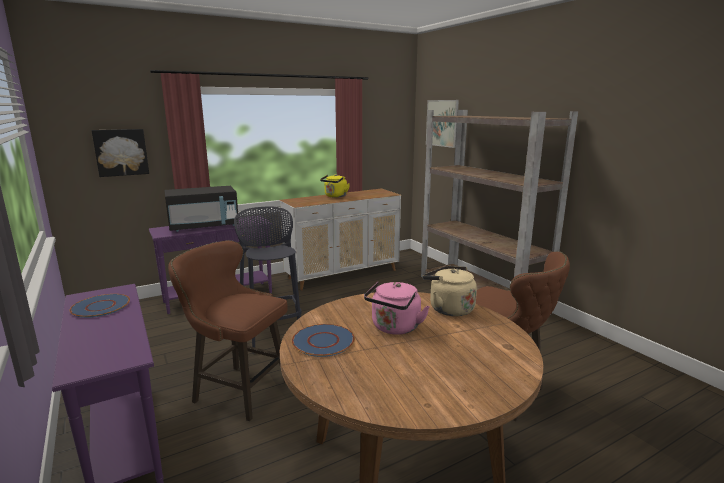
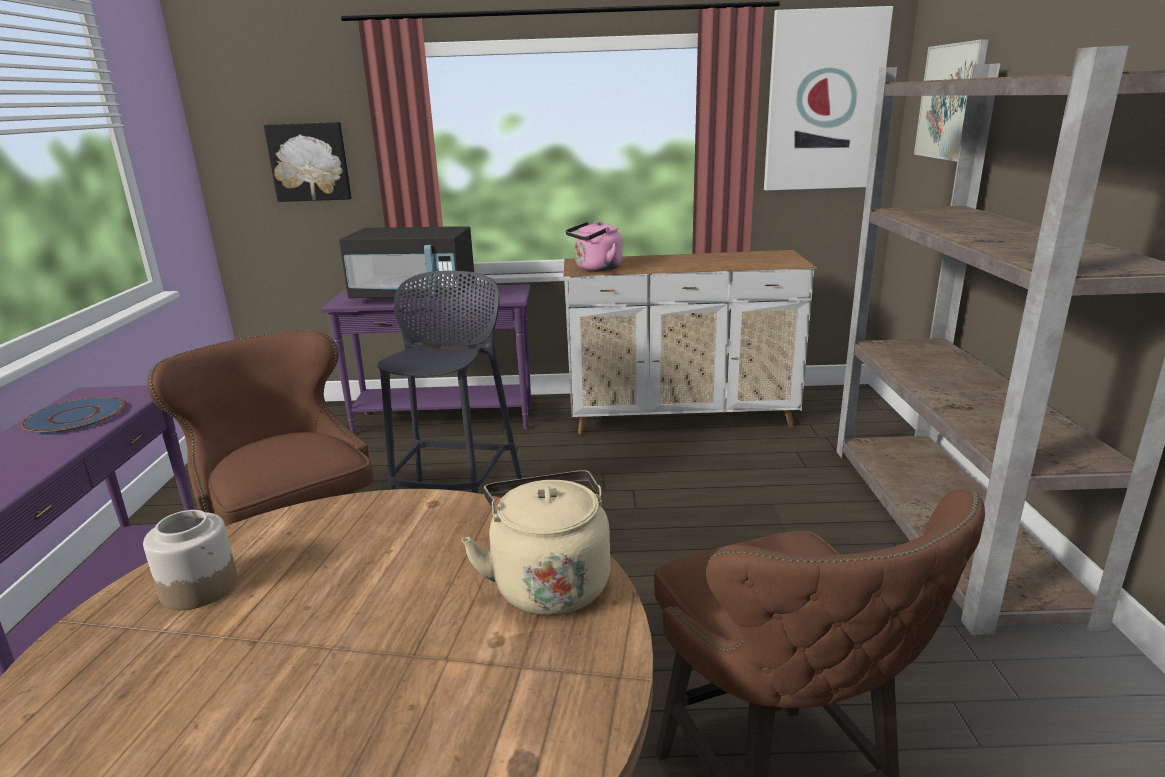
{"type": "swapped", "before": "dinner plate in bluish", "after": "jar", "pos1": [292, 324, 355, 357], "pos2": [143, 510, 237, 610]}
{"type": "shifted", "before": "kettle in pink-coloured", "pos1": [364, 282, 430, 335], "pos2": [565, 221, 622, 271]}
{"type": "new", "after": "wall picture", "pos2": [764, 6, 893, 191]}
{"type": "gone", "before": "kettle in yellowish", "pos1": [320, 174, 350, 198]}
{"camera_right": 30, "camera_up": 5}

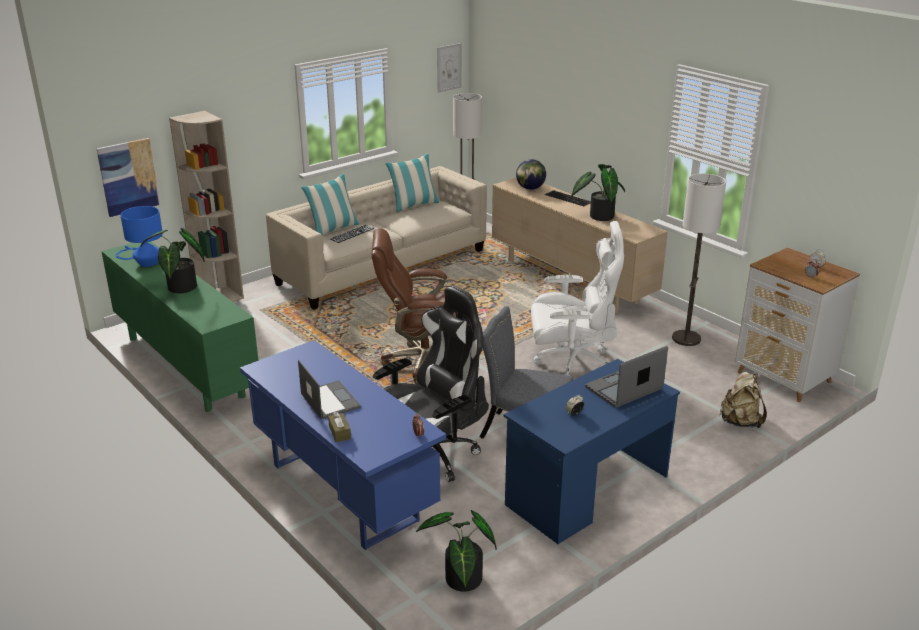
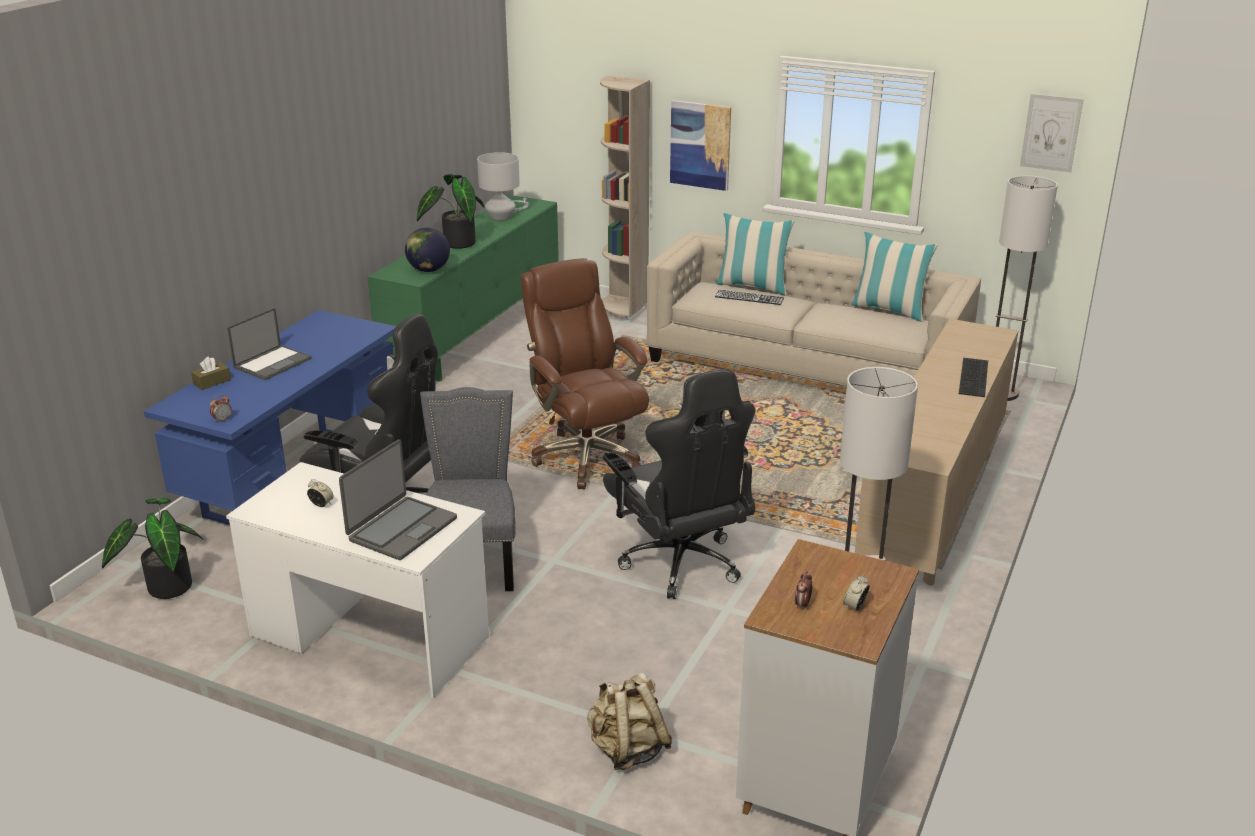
{"type": "repainted", "before": "desk unit in bluish", "after": "desk unit in whitish", "pos1": [503, 359, 680, 544], "pos2": [226, 462, 489, 698]}
{"type": "rotated", "before": "laptop", "pos1": [585, 346, 668, 408], "pos2": [339, 439, 457, 560], "turn": 90}
{"type": "shifted", "before": "globe", "pos1": [516, 159, 546, 190], "pos2": [405, 227, 450, 272]}
{"type": "repainted", "before": "tabletop lamp in bluish", "after": "tabletop lamp in greyish", "pos1": [115, 206, 163, 267], "pos2": [477, 152, 529, 221]}
{"type": "repainted", "before": "desk chair in whitish", "after": "desk chair in blackish", "pos1": [531, 221, 624, 376], "pos2": [603, 369, 756, 599]}
{"type": "shifted", "before": "wall picture", "pos1": [97, 138, 160, 217], "pos2": [670, 100, 731, 191]}
{"type": "gone", "before": "potted plant", "pos1": [571, 164, 625, 221]}
{"camera_right": 65, "camera_up": 0}

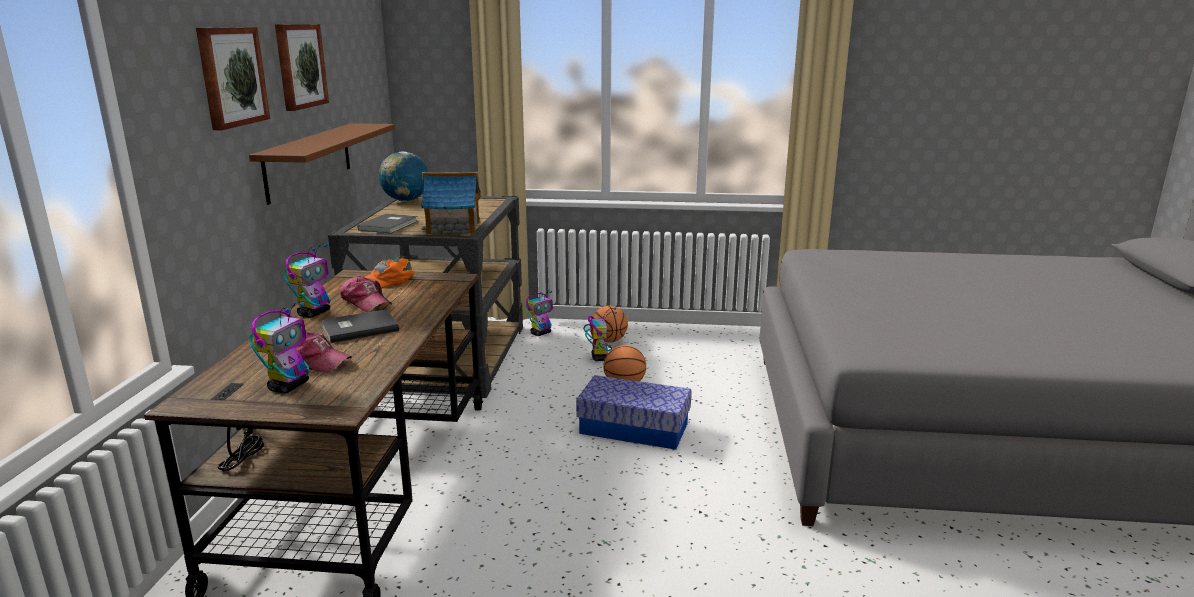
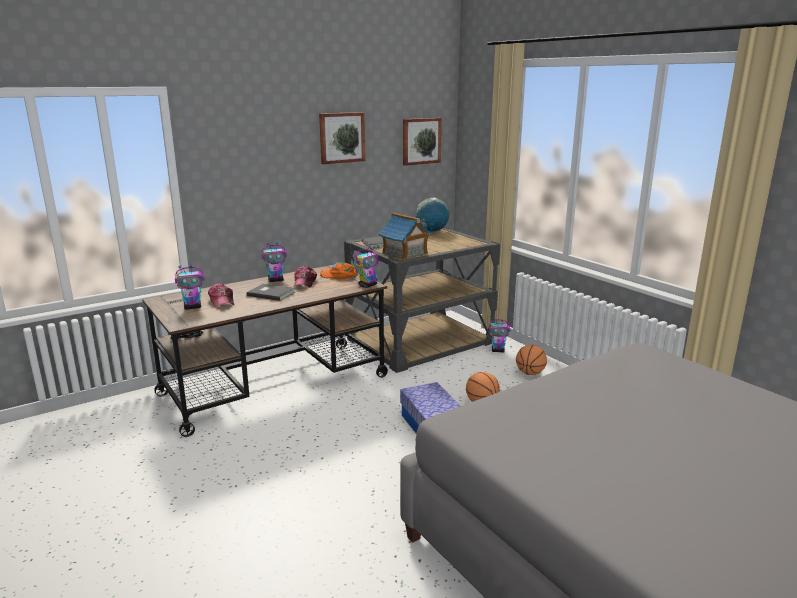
{"type": "shifted", "before": "toy robot", "pos1": [583, 308, 617, 361], "pos2": [354, 245, 379, 288]}
{"type": "shifted", "before": "wall picture", "pos1": [196, 27, 270, 130], "pos2": [403, 118, 442, 166]}
{"type": "gone", "before": "bracket shelf in brownish", "pos1": [249, 123, 395, 205]}
{"camera_right": 50, "camera_up": 0}

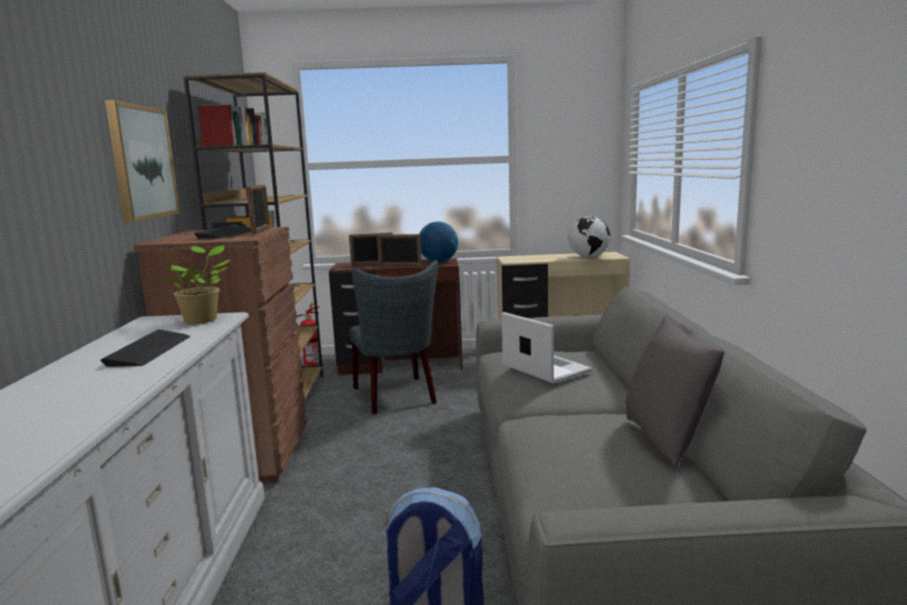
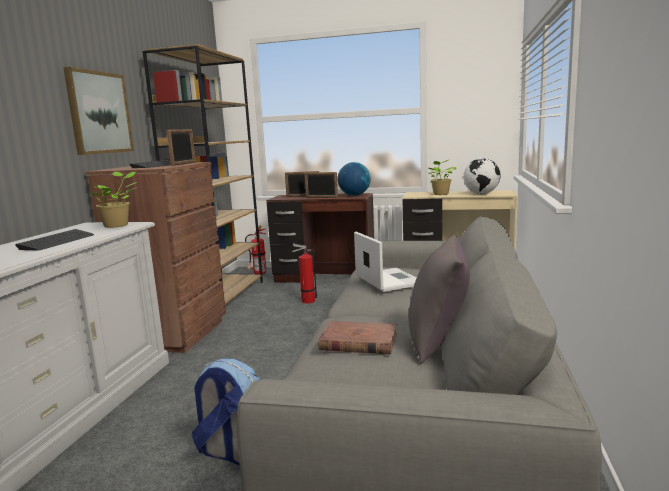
{"type": "swapped", "before": "plain chair in greyish", "after": "fire-fighting cylinder", "pos1": [349, 260, 438, 414], "pos2": [292, 243, 317, 304]}
{"type": "new", "after": "volume in brownish", "pos2": [318, 321, 397, 355]}
{"type": "new", "after": "potted plant", "pos2": [428, 160, 457, 195]}
{"camera_right": 15, "camera_up": 0}

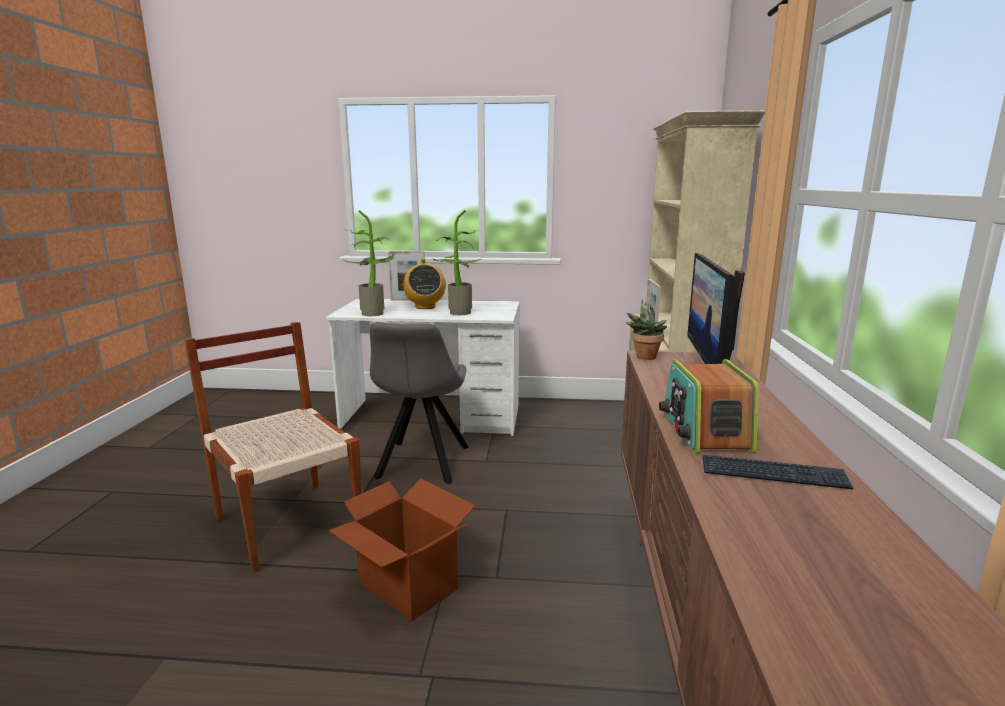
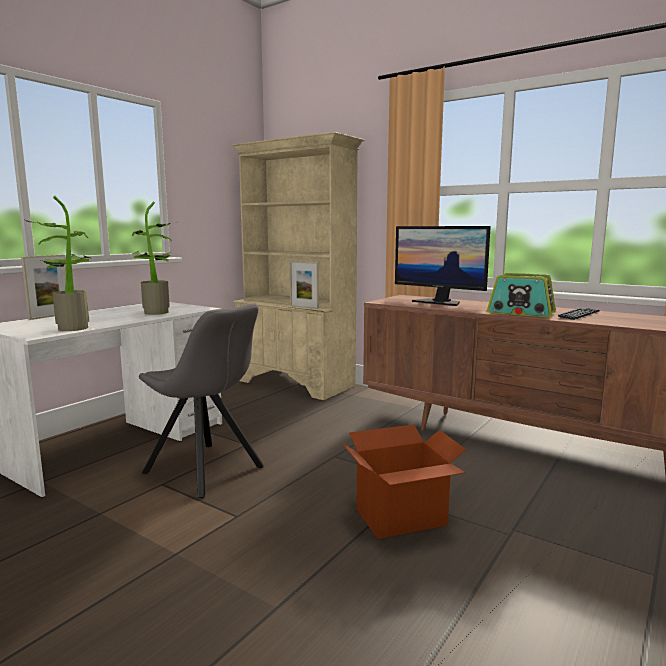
{"type": "gone", "before": "plain chair", "pos1": [184, 322, 361, 572]}
{"type": "gone", "before": "radio receiver", "pos1": [403, 258, 446, 309]}
{"type": "gone", "before": "potted plant", "pos1": [625, 295, 667, 360]}
{"camera_right": -60, "camera_up": -5}

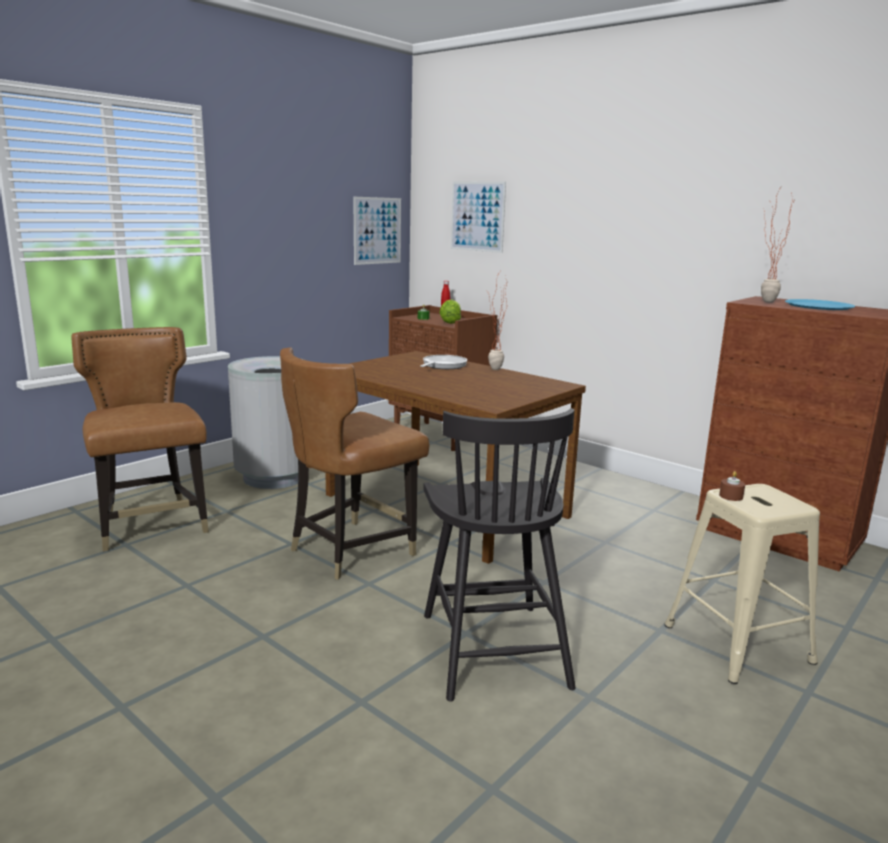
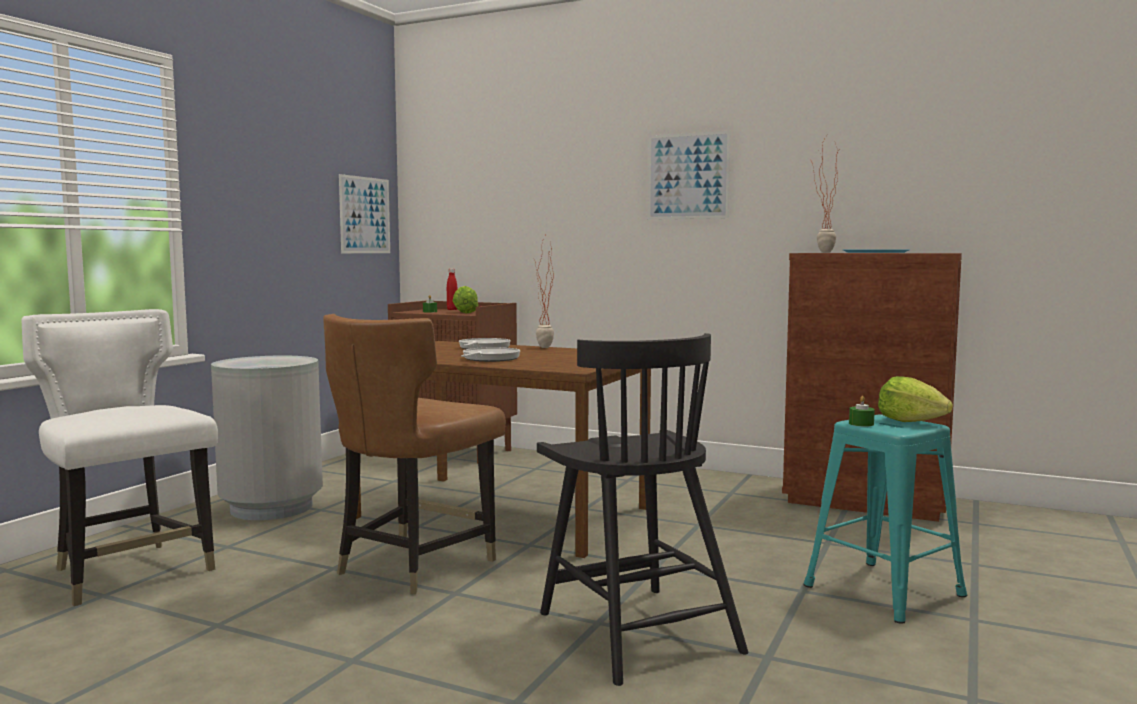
{"type": "repainted", "before": "plain chair in brownish", "after": "plain chair in whitish", "pos1": [71, 327, 209, 552], "pos2": [21, 309, 218, 606]}
{"type": "new", "after": "skillet", "pos2": [461, 347, 520, 362]}
{"type": "shifted", "before": "wall picture", "pos1": [451, 182, 506, 253], "pos2": [648, 131, 731, 220]}
{"type": "repainted", "before": "sitting stool in beige-coloured", "after": "sitting stool in turquoise", "pos1": [664, 484, 820, 684], "pos2": [803, 415, 967, 624]}
{"type": "repainted", "before": "wax candle in brownish", "after": "wax candle in green", "pos1": [719, 471, 745, 501], "pos2": [849, 396, 875, 427]}
{"type": "new", "after": "lettuce", "pos2": [878, 376, 953, 422]}
{"camera_right": -15, "camera_up": -10}

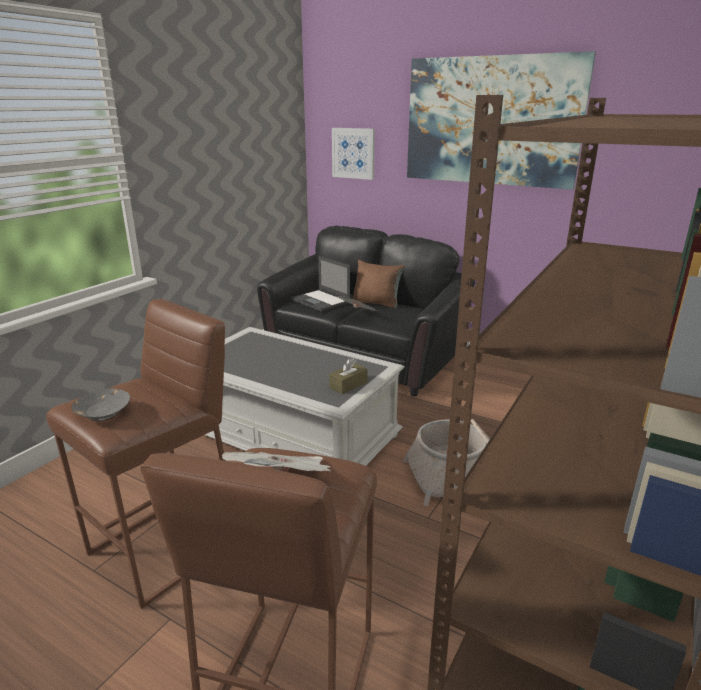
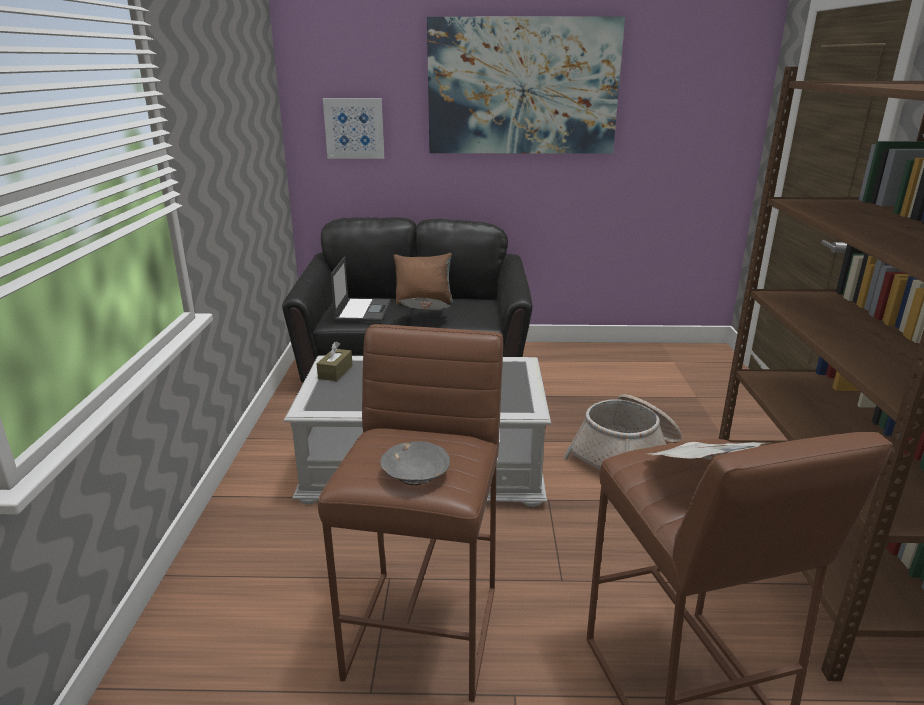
{"type": "shifted", "before": "tissue holder in brownish", "pos1": [329, 358, 368, 394], "pos2": [317, 342, 353, 381]}
{"type": "rotated", "before": "laptop", "pos1": [291, 255, 350, 311], "pos2": [331, 257, 391, 322], "turn": -105}
{"camera_right": -30, "camera_up": 0}

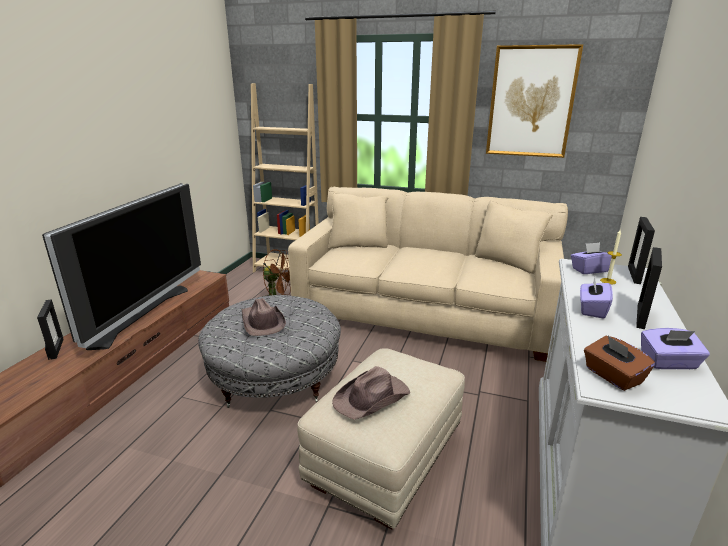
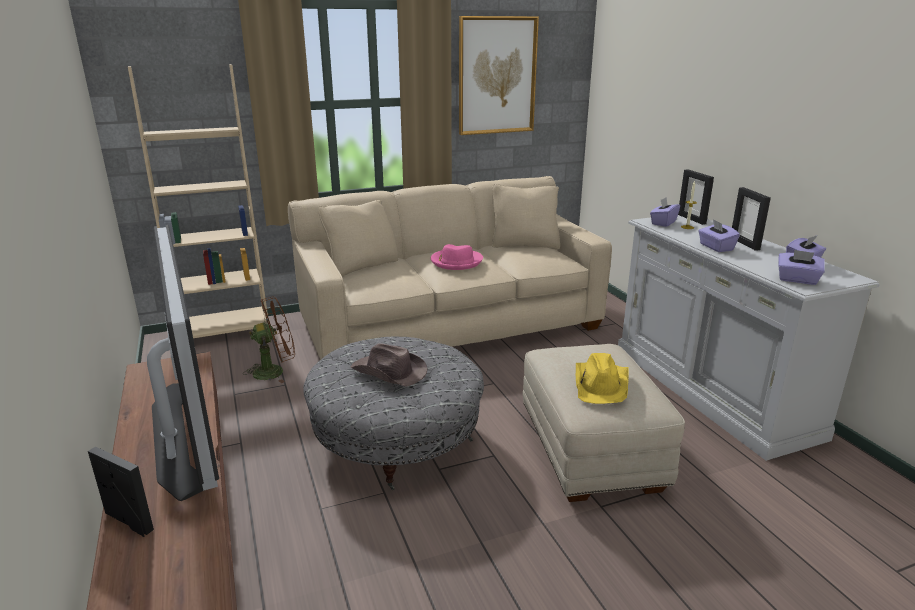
{"type": "new", "after": "hat in pink-coloured", "pos2": [431, 244, 483, 270]}
{"type": "repainted", "before": "hat in brownish", "after": "hat in yellowish", "pos1": [332, 366, 410, 420], "pos2": [575, 353, 629, 404]}
{"type": "repainted", "before": "tissue holder in brownish", "after": "tissue holder in purple-coloured", "pos1": [584, 336, 655, 391], "pos2": [778, 250, 825, 285]}
{"camera_right": -40, "camera_up": 0}

